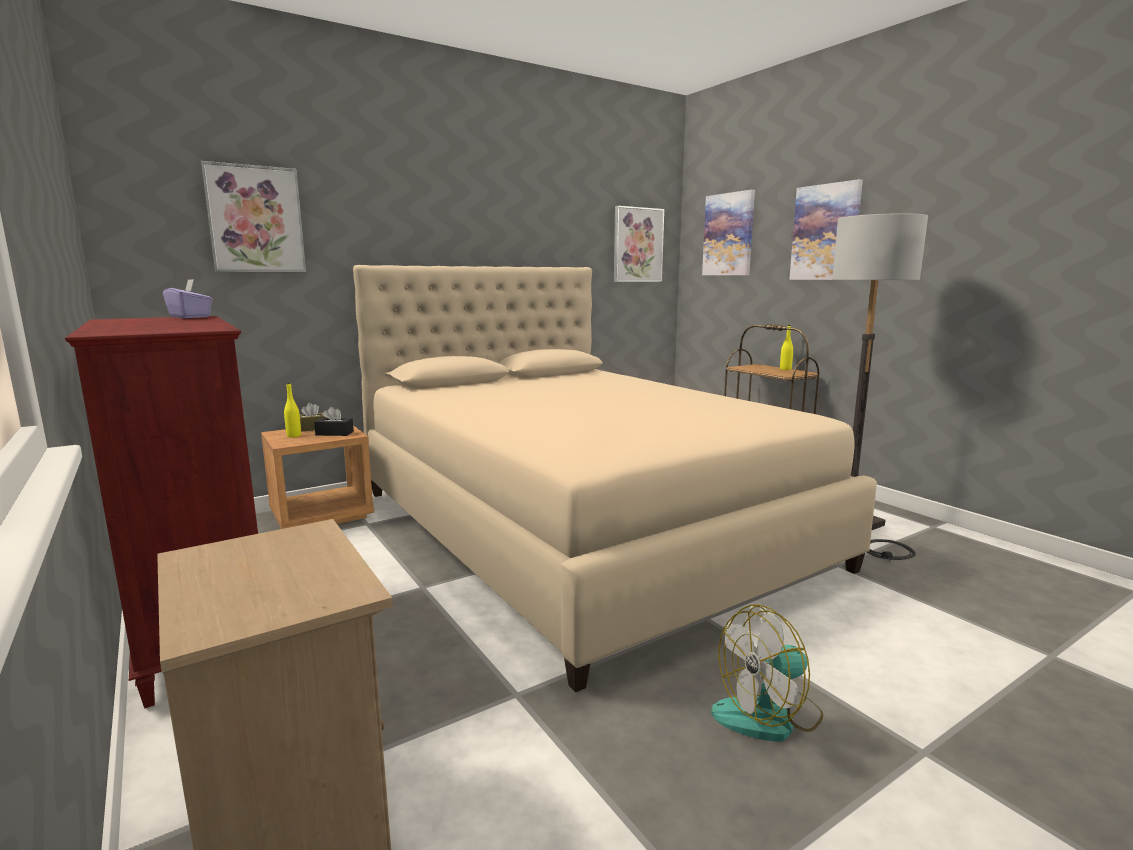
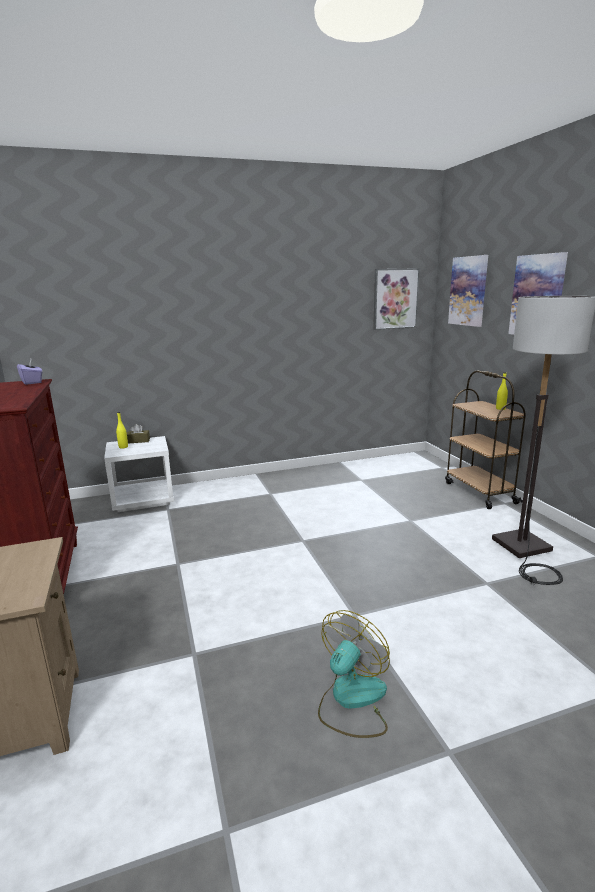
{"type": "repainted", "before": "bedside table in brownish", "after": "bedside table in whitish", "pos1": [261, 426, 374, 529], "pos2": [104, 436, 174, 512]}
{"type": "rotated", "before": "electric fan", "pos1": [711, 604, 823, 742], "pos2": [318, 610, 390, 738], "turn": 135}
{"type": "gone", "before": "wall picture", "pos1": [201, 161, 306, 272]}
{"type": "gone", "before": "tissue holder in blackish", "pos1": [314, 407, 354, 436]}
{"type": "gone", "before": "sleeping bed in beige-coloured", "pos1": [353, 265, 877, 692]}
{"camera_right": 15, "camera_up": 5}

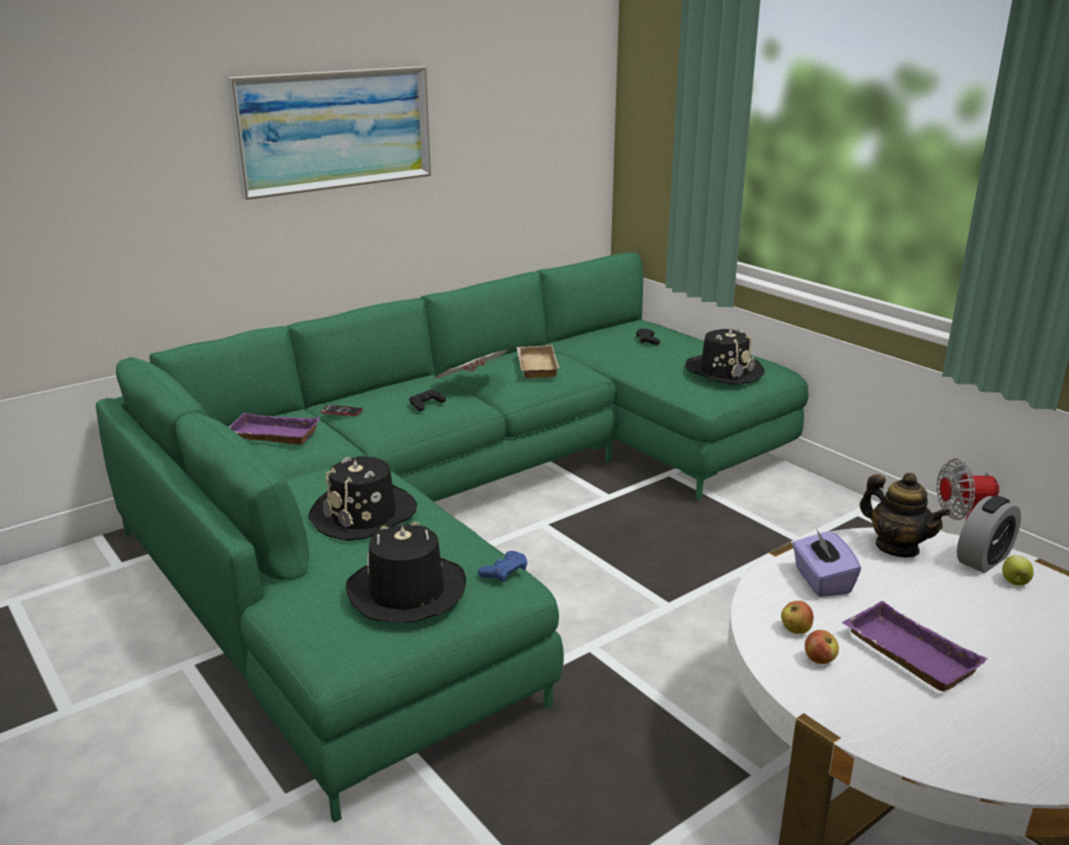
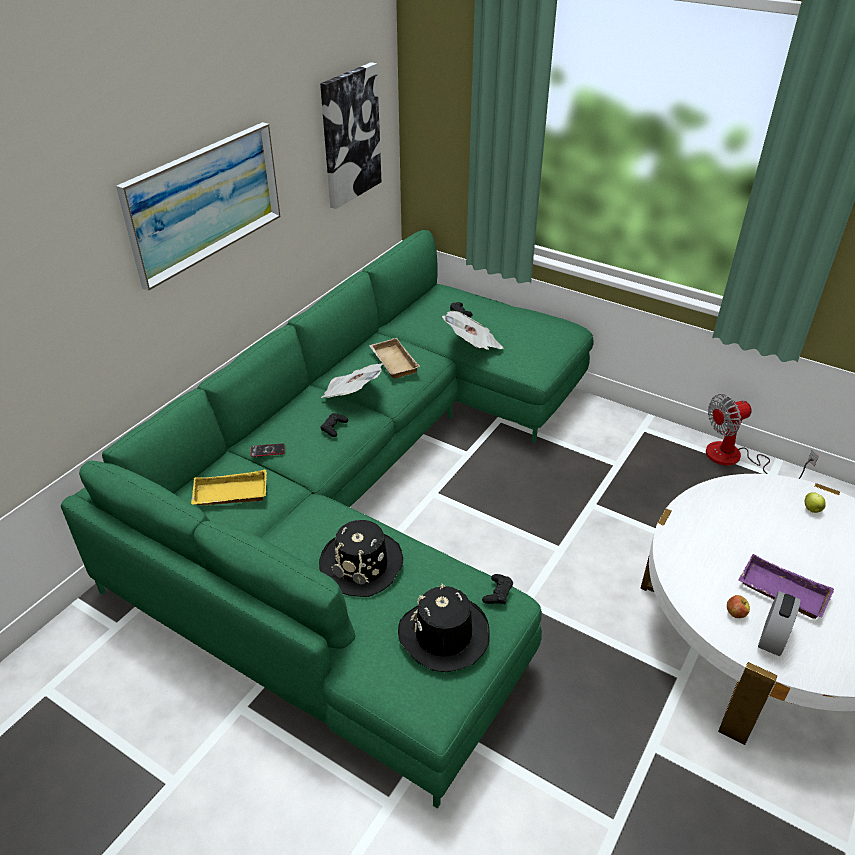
{"type": "repainted", "before": "serving tray in purple-coloured", "after": "serving tray in yellowish", "pos1": [229, 413, 321, 445], "pos2": [191, 470, 267, 506]}
{"type": "new", "after": "wall picture", "pos2": [320, 62, 382, 209]}
{"type": "new", "after": "daily paper", "pos2": [442, 311, 504, 350]}
{"type": "repainted", "before": "gamepad in bluish", "after": "gamepad in blackish", "pos1": [478, 551, 527, 583], "pos2": [482, 574, 513, 605]}
{"type": "shifted", "before": "alarm clock", "pos1": [957, 496, 1021, 573], "pos2": [758, 591, 801, 656]}
{"type": "gone", "before": "hat in blackish", "pos1": [685, 328, 765, 385]}
{"type": "gone", "before": "apple", "pos1": [781, 601, 814, 634]}
{"type": "gone", "before": "tissue holder in purple-coloured", "pos1": [792, 528, 861, 597]}
{"type": "gone", "before": "tea pot", "pos1": [860, 473, 951, 557]}
{"camera_right": -20, "camera_up": 15}

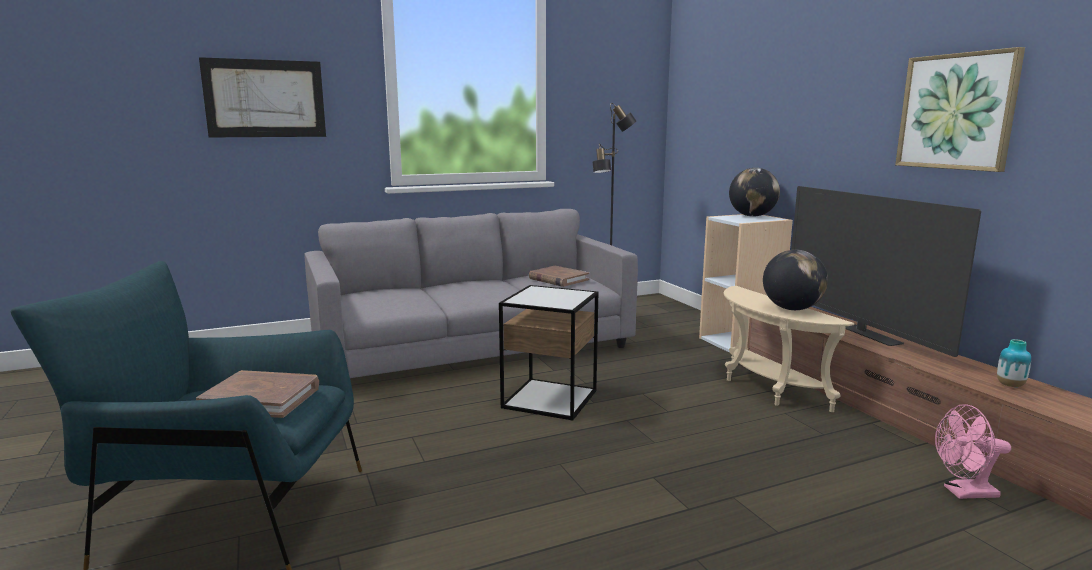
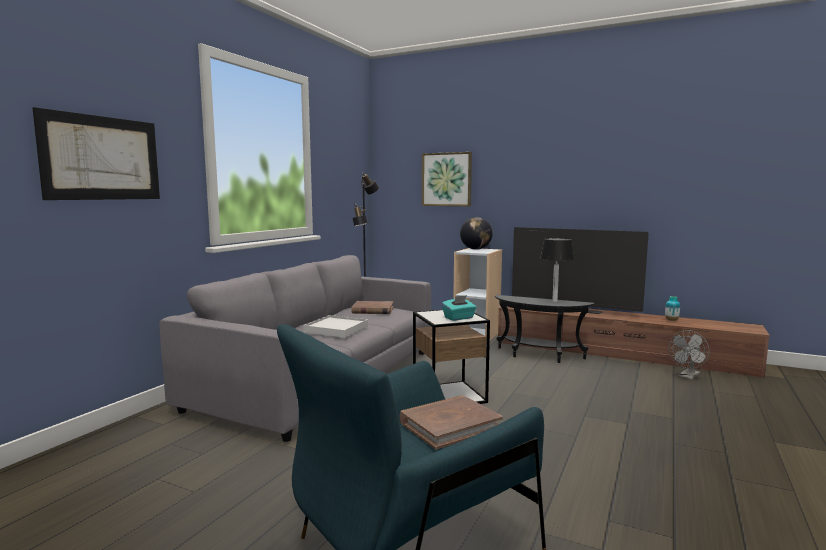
{"type": "new", "after": "serving tray in whitish", "pos2": [303, 315, 368, 338]}
{"type": "shifted", "before": "wall picture", "pos1": [895, 47, 1025, 172], "pos2": [422, 152, 472, 206]}
{"type": "new", "after": "tissue holder in turquoise", "pos2": [442, 295, 477, 321]}
{"type": "repainted", "before": "accent table in beige-coloured", "after": "accent table in blackish", "pos1": [724, 286, 854, 412], "pos2": [495, 295, 594, 363]}
{"type": "swapped", "before": "globe", "after": "tabletop lamp", "pos1": [763, 250, 828, 310], "pos2": [540, 238, 574, 302]}
{"type": "repainted", "before": "electric fan in pink-coloured", "after": "electric fan in greyish", "pos1": [935, 404, 1011, 499], "pos2": [669, 330, 709, 380]}
{"camera_right": -40, "camera_up": -5}

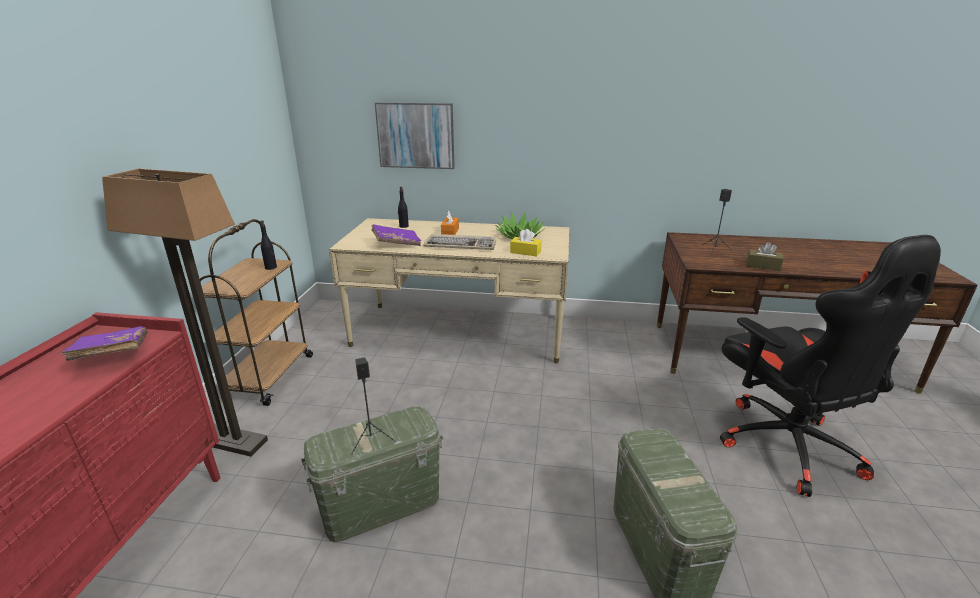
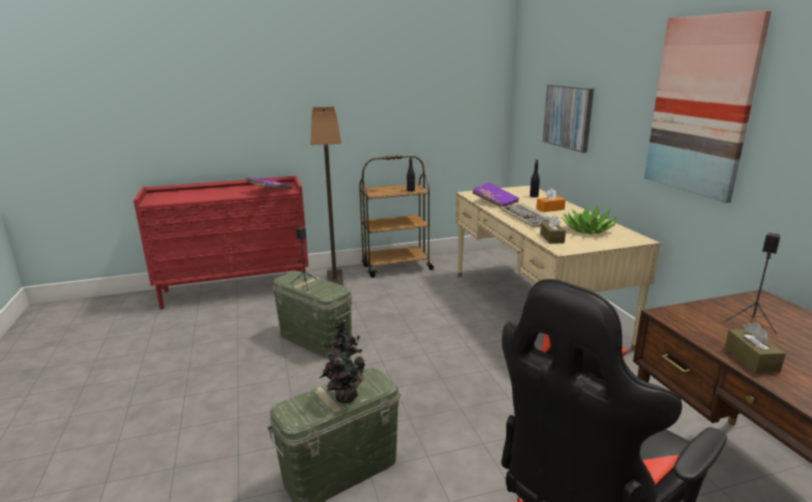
{"type": "new", "after": "potted plant", "pos2": [319, 319, 366, 403]}
{"type": "repainted", "before": "tissue holder in yellowish", "after": "tissue holder in brownish", "pos1": [510, 229, 542, 256], "pos2": [540, 215, 566, 244]}
{"type": "new", "after": "wall picture", "pos2": [644, 10, 772, 203]}
{"camera_right": 65, "camera_up": -5}

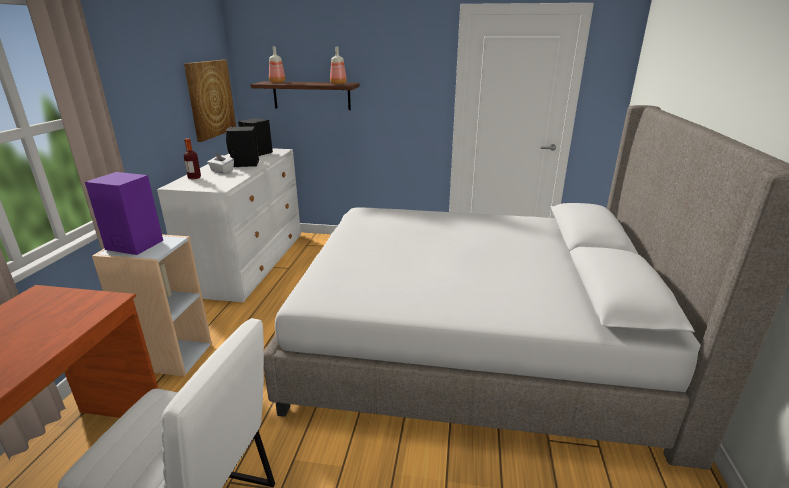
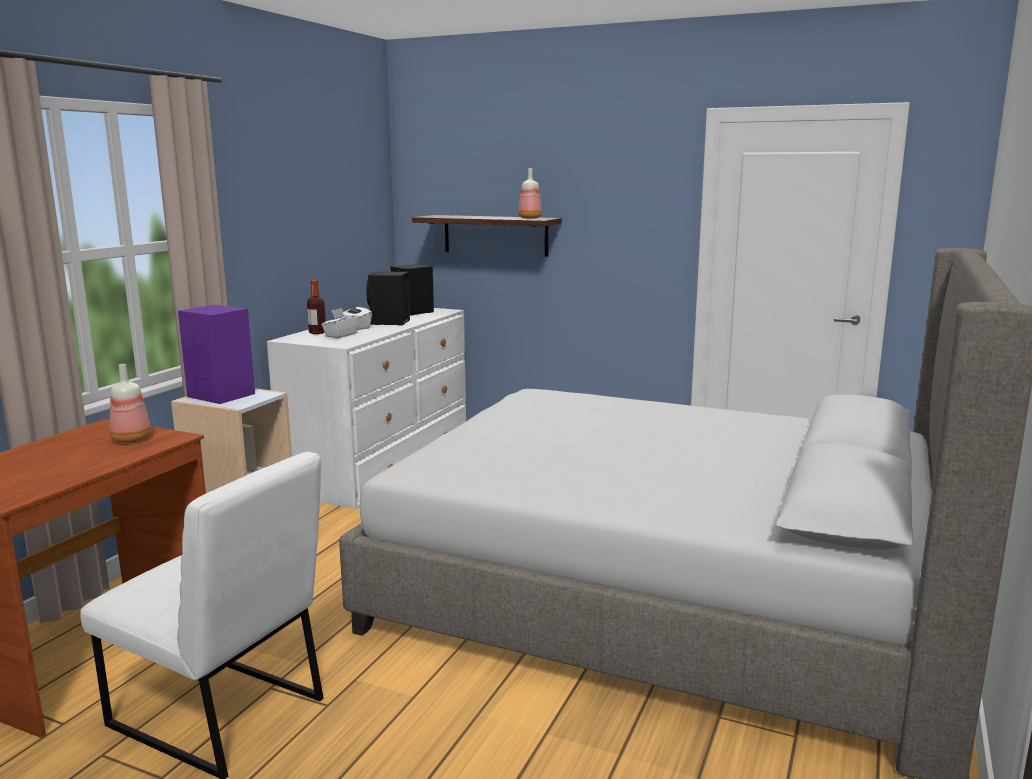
{"type": "shifted", "before": "beverage bottle", "pos1": [269, 46, 286, 83], "pos2": [110, 364, 151, 443]}
{"type": "new", "after": "tissue holder in whitish", "pos2": [321, 308, 359, 338]}
{"type": "gone", "before": "wall picture", "pos1": [184, 60, 236, 142]}
{"camera_right": 15, "camera_up": -10}

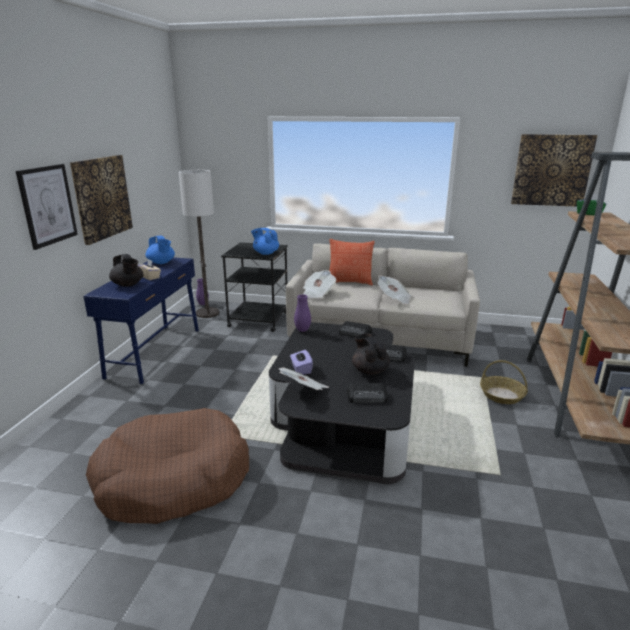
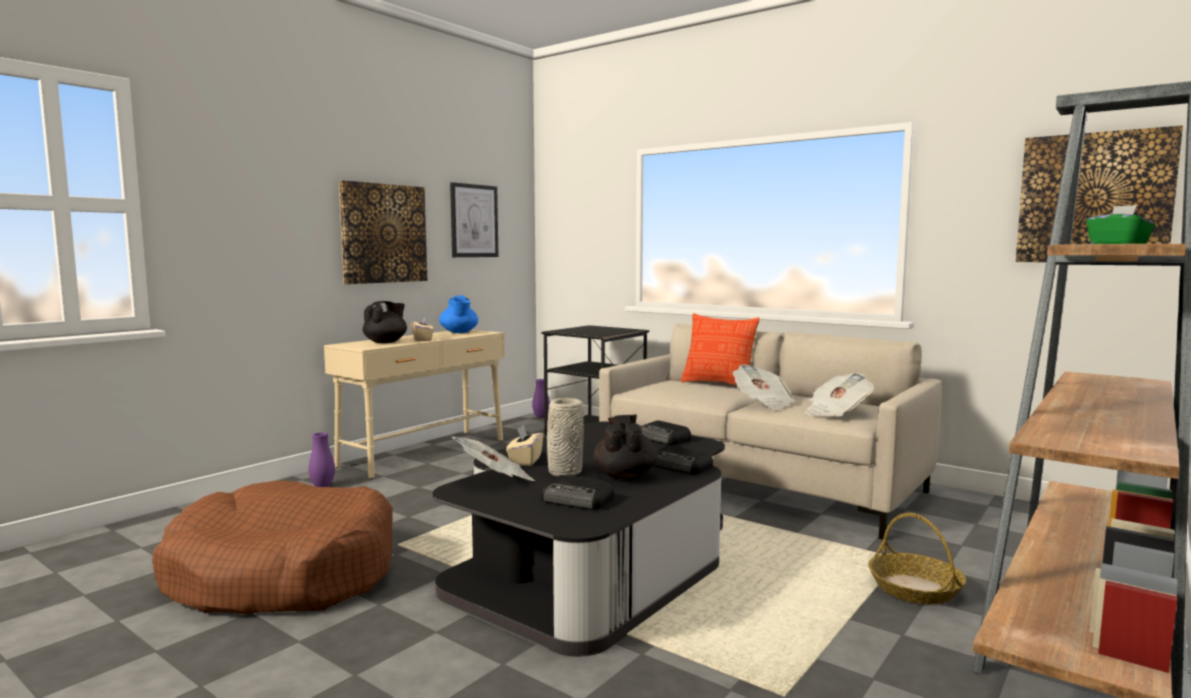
{"type": "shifted", "before": "decorative vase in purple-coloured", "pos1": [294, 294, 311, 332], "pos2": [309, 432, 335, 487]}
{"type": "repainted", "before": "hall table in bluish", "after": "hall table in beige-coloured", "pos1": [83, 257, 199, 384], "pos2": [324, 330, 505, 479]}
{"type": "rotated", "before": "tea pot in blackish", "pos1": [109, 254, 143, 287], "pos2": [363, 301, 407, 343], "turn": -135}
{"type": "shifted", "before": "wall picture", "pos1": [16, 164, 78, 250], "pos2": [450, 182, 498, 257]}
{"type": "repainted", "before": "tissue holder in purple-coloured", "after": "tissue holder in beige-coloured", "pos1": [290, 350, 313, 375], "pos2": [506, 425, 543, 466]}
{"type": "new", "after": "decorative vase in greyish", "pos2": [547, 398, 584, 476]}
{"type": "shifted", "before": "daily paper", "pos1": [303, 270, 336, 299], "pos2": [804, 373, 874, 417]}
{"type": "gone", "before": "floor lamp", "pos1": [179, 170, 219, 318]}
{"type": "gone", "before": "tea pot in bluish", "pos1": [251, 228, 279, 255]}
{"camera_right": 25, "camera_up": -15}

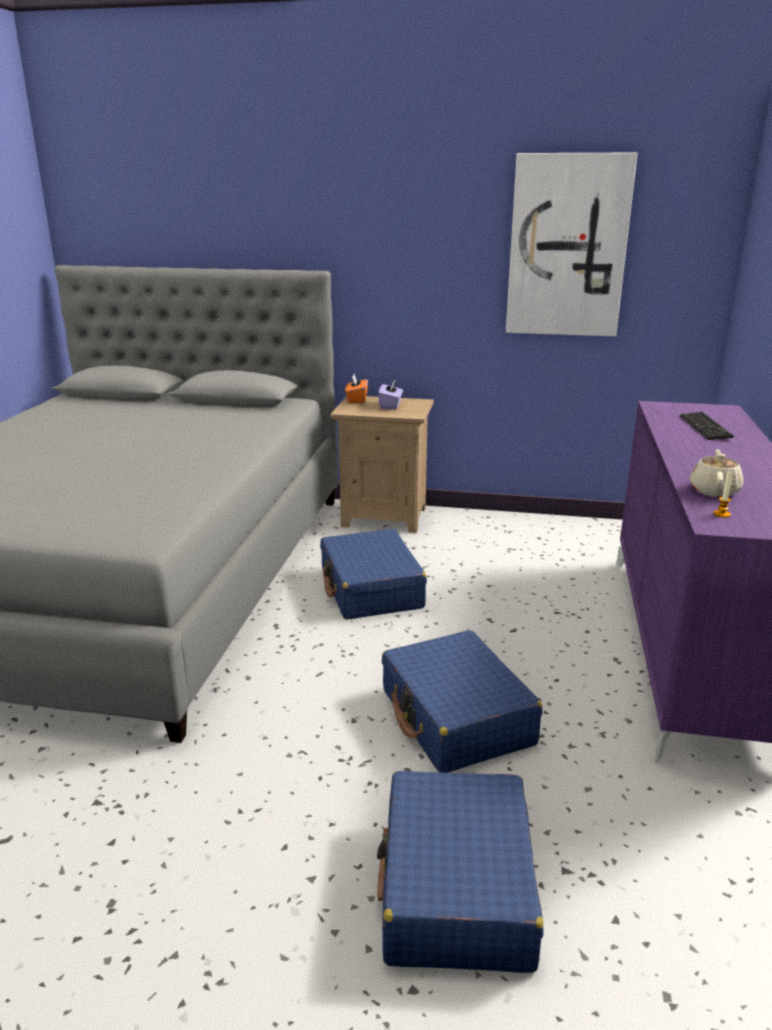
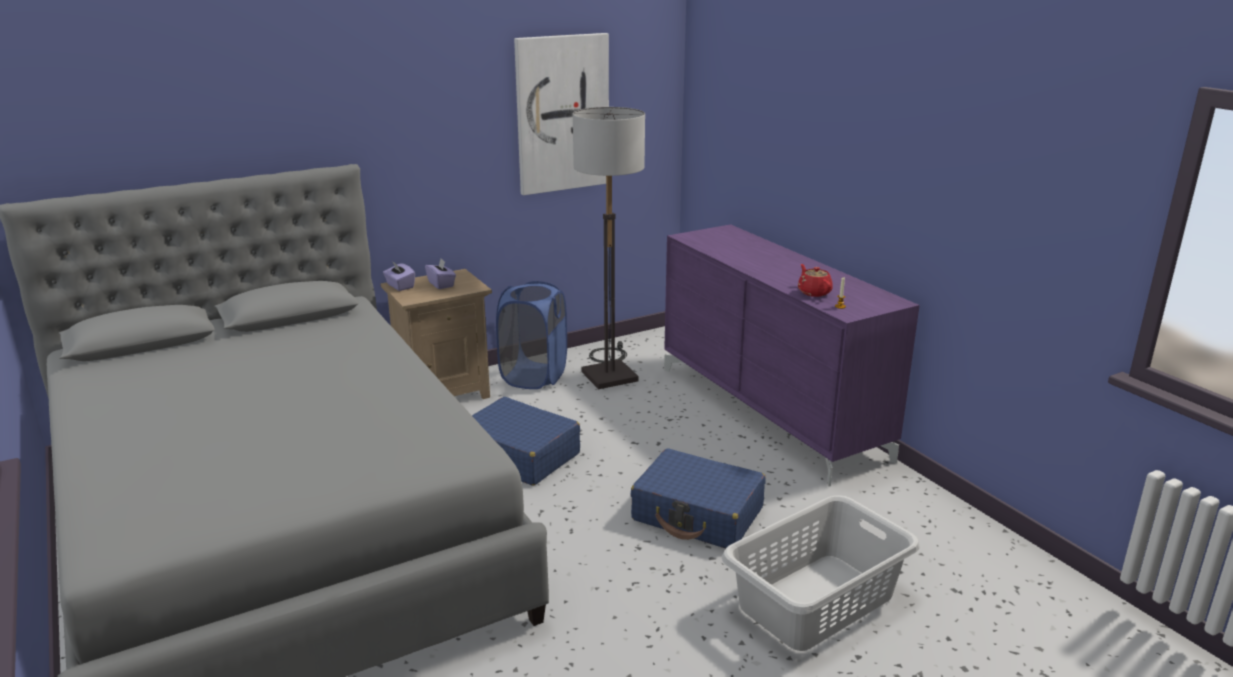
{"type": "repainted", "before": "tissue holder in orange", "after": "tissue holder in purple-coloured", "pos1": [345, 374, 368, 403], "pos2": [383, 261, 415, 291]}
{"type": "new", "after": "laundry basket in bluish", "pos2": [496, 281, 567, 389]}
{"type": "new", "after": "floor lamp", "pos2": [573, 107, 645, 389]}
{"type": "swapped", "before": "suitcase in bluish", "after": "laundry basket in greyish", "pos1": [377, 771, 543, 973], "pos2": [722, 495, 920, 651]}
{"type": "repainted", "before": "tea pot in beige-coloured", "after": "tea pot in red", "pos1": [690, 449, 743, 497], "pos2": [798, 264, 833, 297]}
{"type": "gone", "before": "computer keyboard", "pos1": [680, 412, 734, 440]}
{"camera_right": -40, "camera_up": 0}

